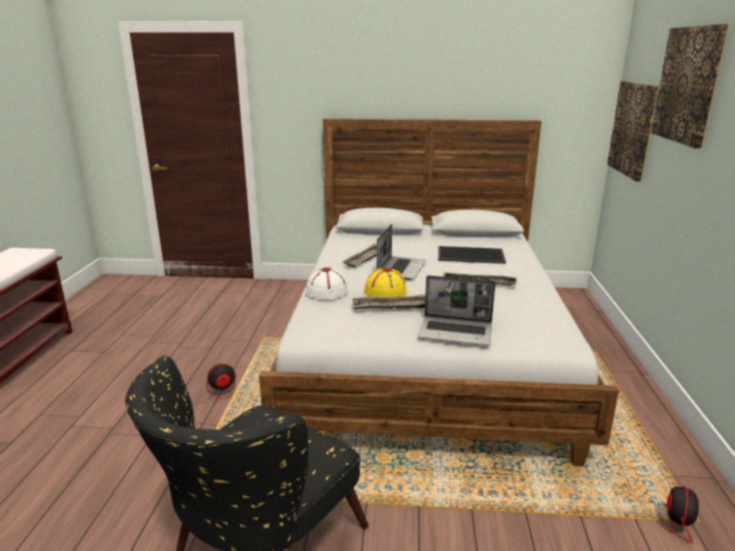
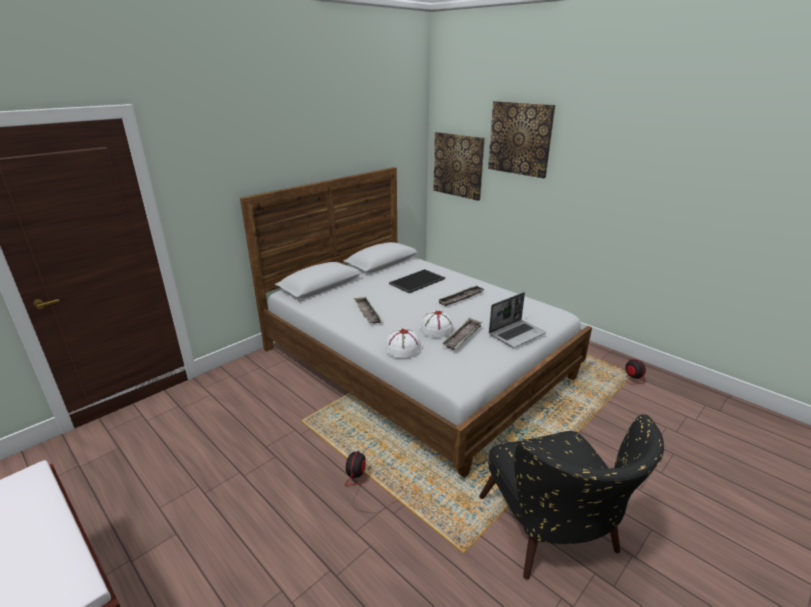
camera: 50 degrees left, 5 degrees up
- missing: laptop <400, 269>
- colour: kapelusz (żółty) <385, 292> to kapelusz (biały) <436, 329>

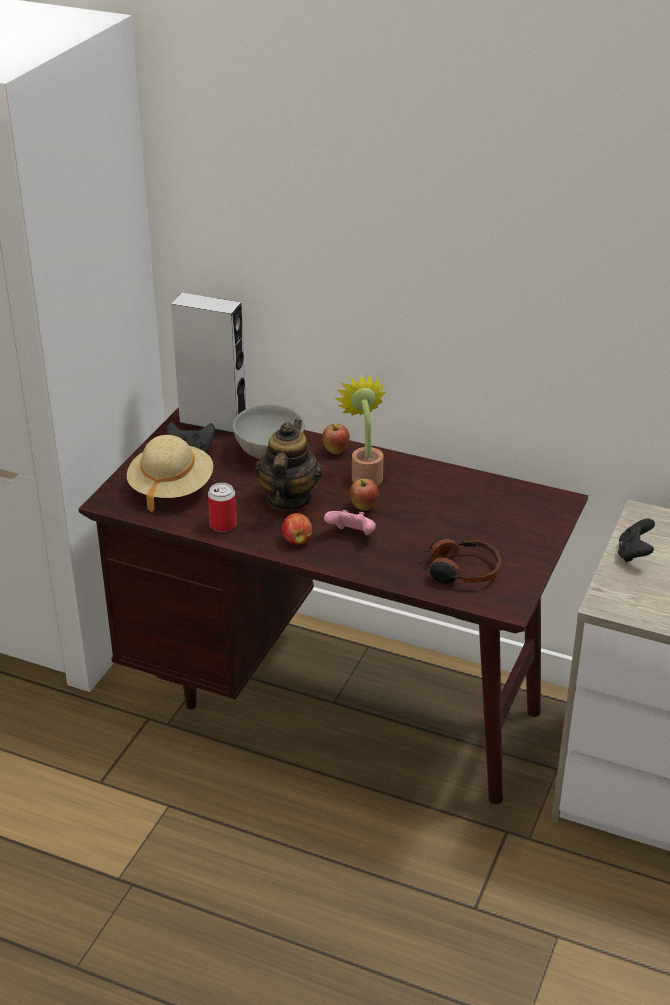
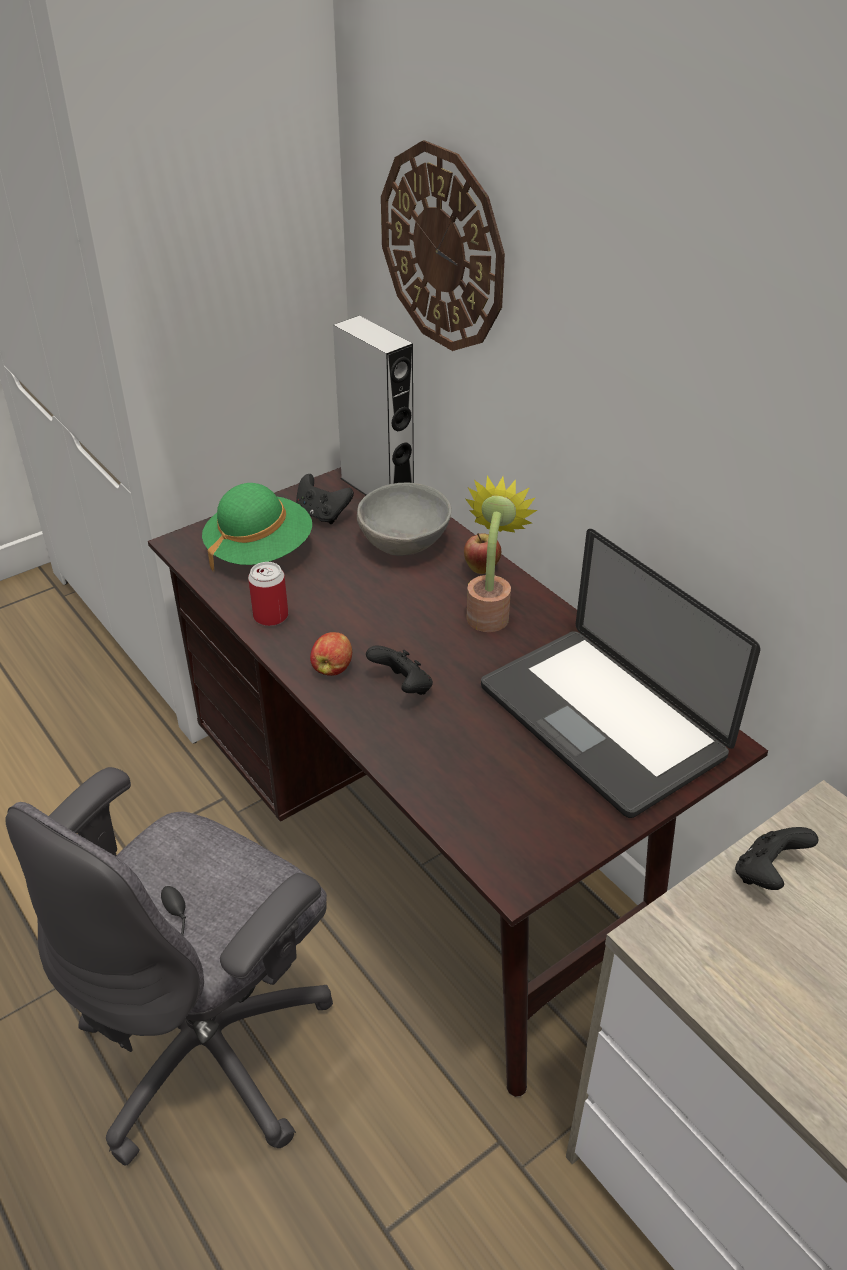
camera: 30 degrees right, 5 degrees up
- missing: imbryk <288, 499>
- missing: jabłko <363, 507>
- missing: słuchawki <461, 570>
- appeared: krzesło biurowe (szary) <212, 1046>
- appeared: zegar ścienny <442, 249>
- appeared: laptop <600, 721>
- colour: kapelusz (beżowy) <171, 488> to kapelusz (zielony) <259, 551>
- colour: pad do gier (różowy) <352, 535> to pad do gier (czarny) <403, 687>

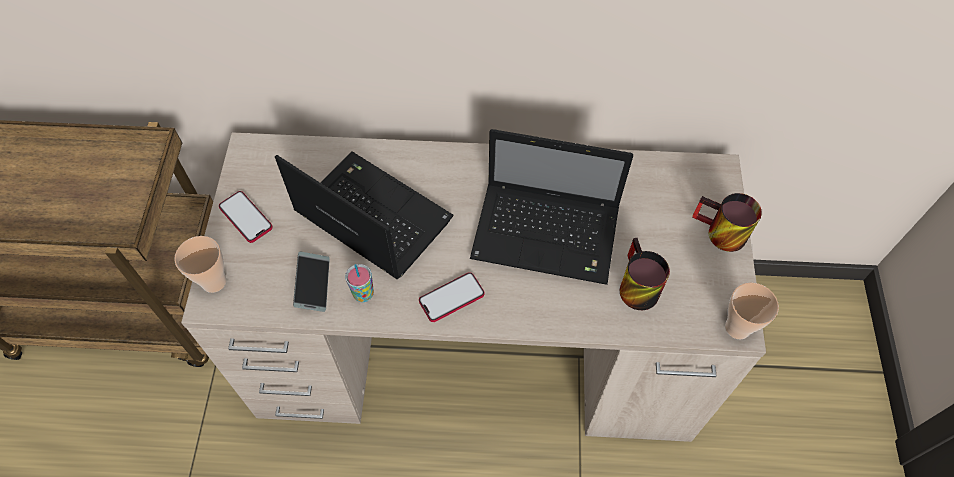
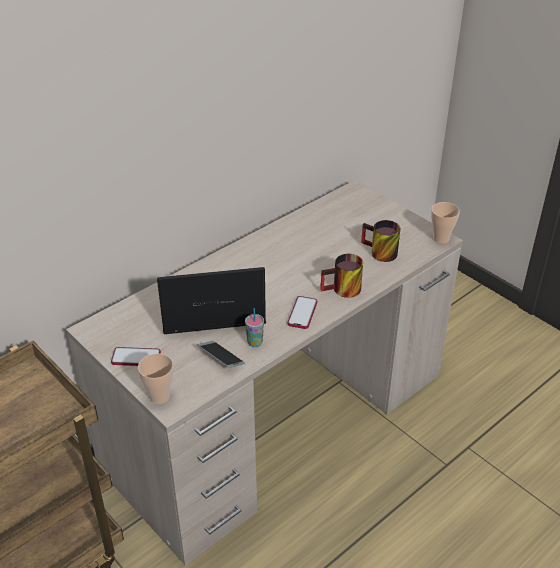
camera: 45 degrees left, 20 degrees down
- missing: laptop <549, 234>
- relocated: kubek <719, 234> to <343, 291>

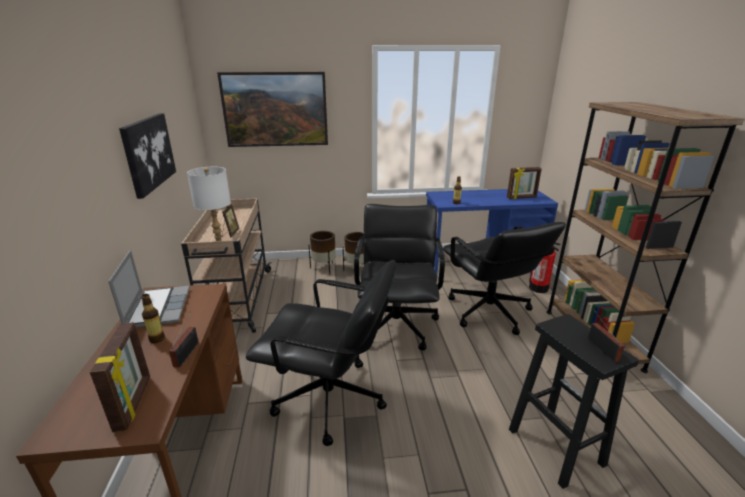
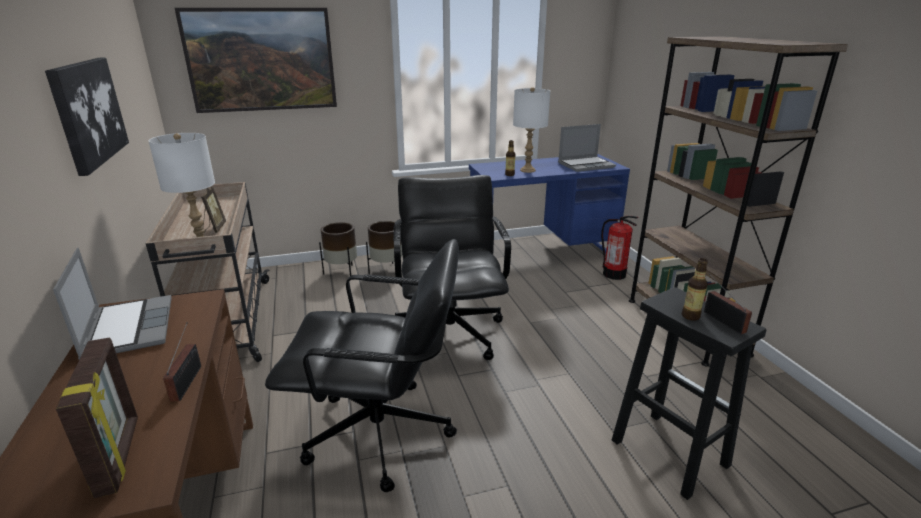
camera: 10 degrees left, 0 degrees up
- missing: krzesło biurowe (czarny) <489, 312>
- appeared: lampa stołowa (biały) <527, 170>
- relocated: butelka <157, 339> to <690, 316>
- exchanged: ramka na zdjęcie <521, 198> to laptop <586, 165>

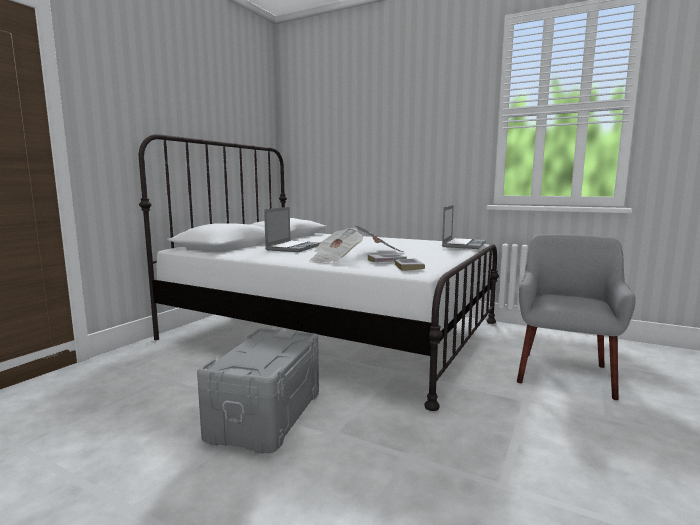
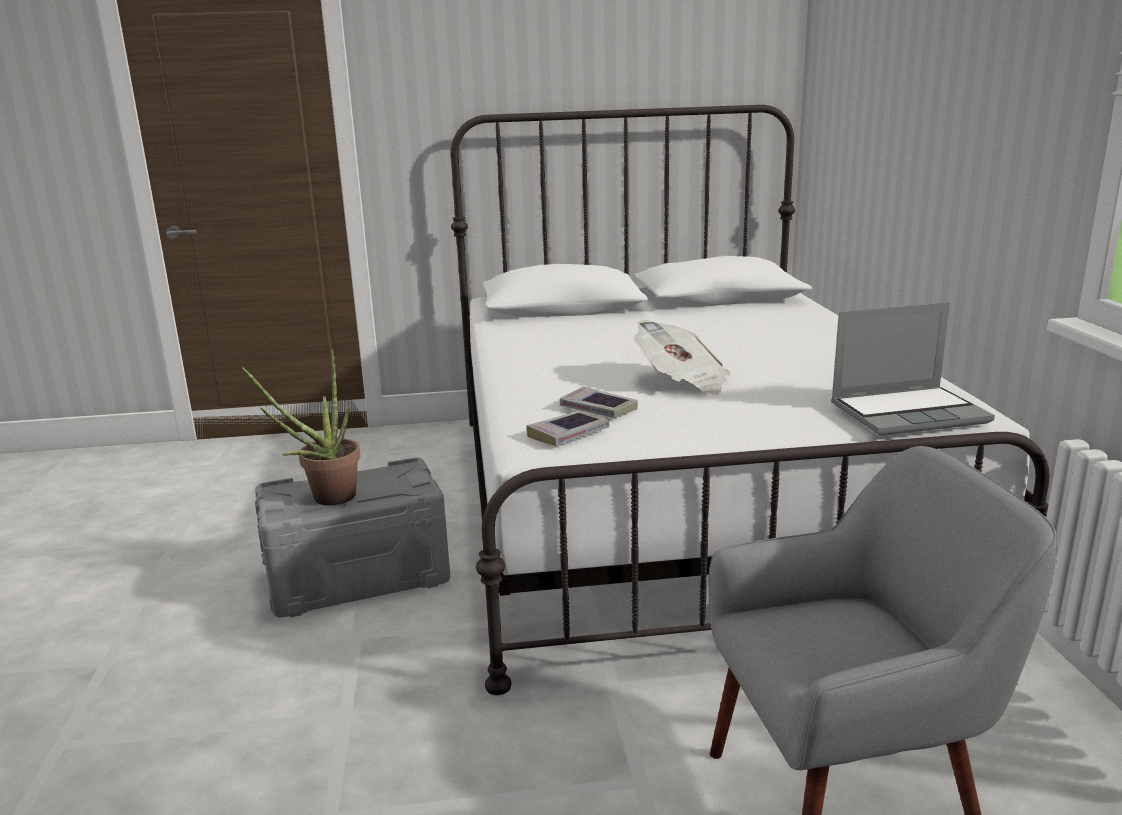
camera: 55 degrees right, 10 degrees up
- missing: laptop <293, 247>
- missing: gazeta <335, 260>
- appeared: roślina doniczkowa <325, 499>

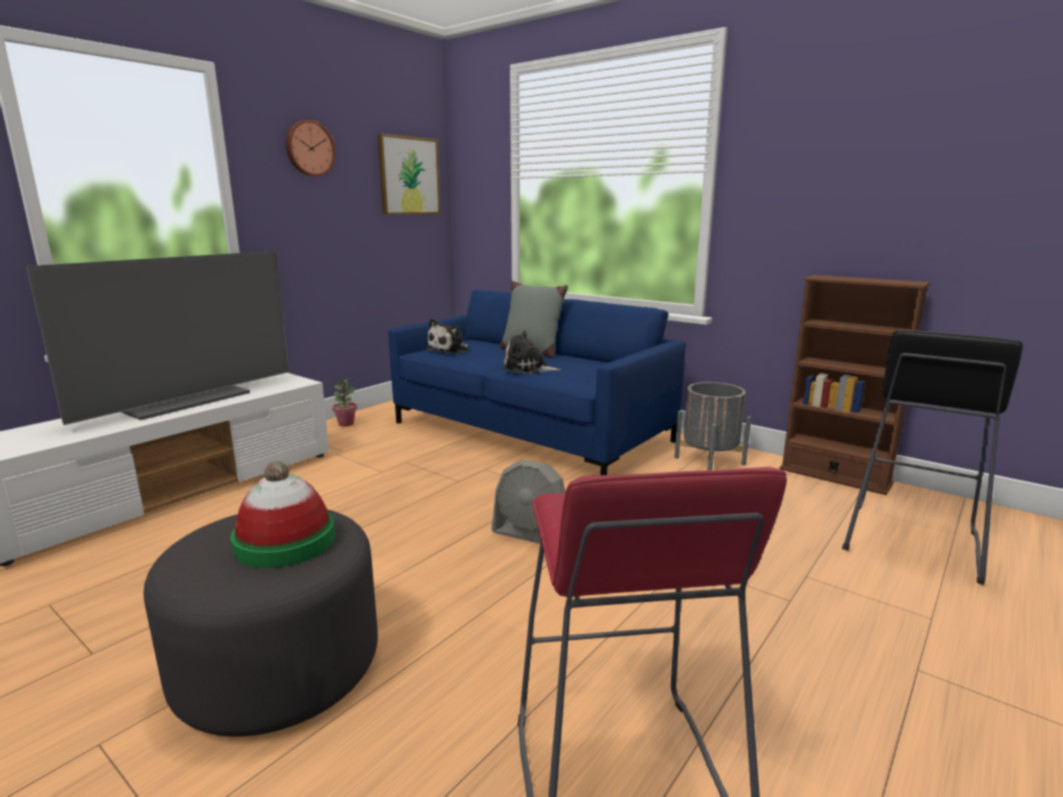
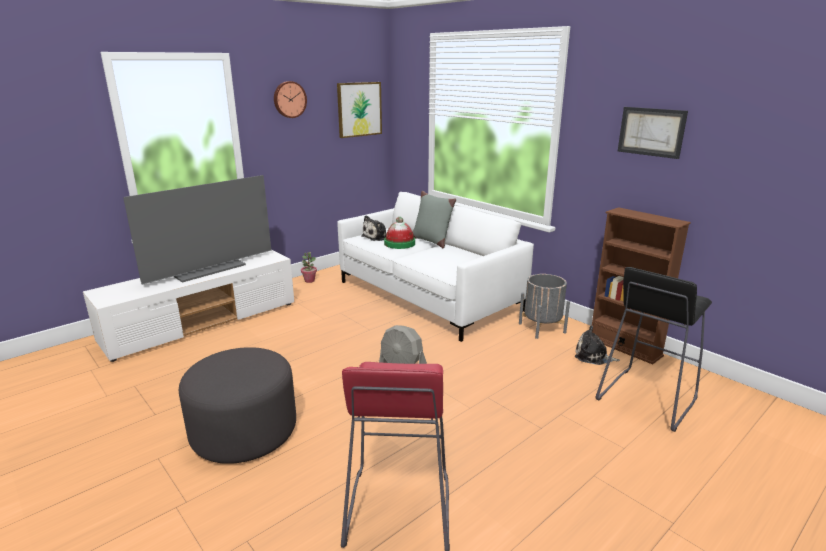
camera: 10 degrees right, 5 degrees up
- appeared: obraz <651, 132>
- relocated: kapelusz <285, 541> to <399, 243>
- relocated: pluszak <528, 369> to <593, 356>
- colour: kanapa (niebieski) <529, 432> to kanapa (biały) <427, 296>

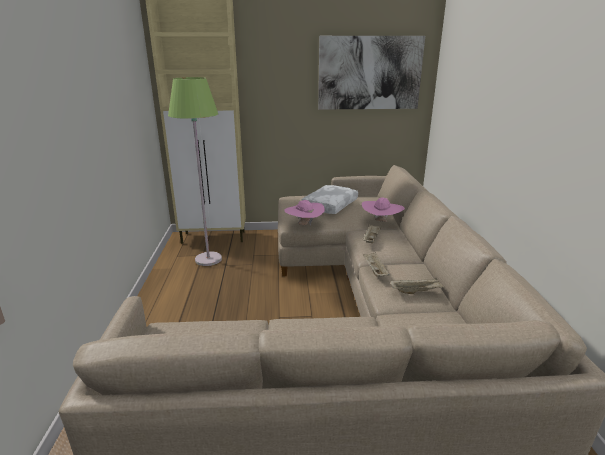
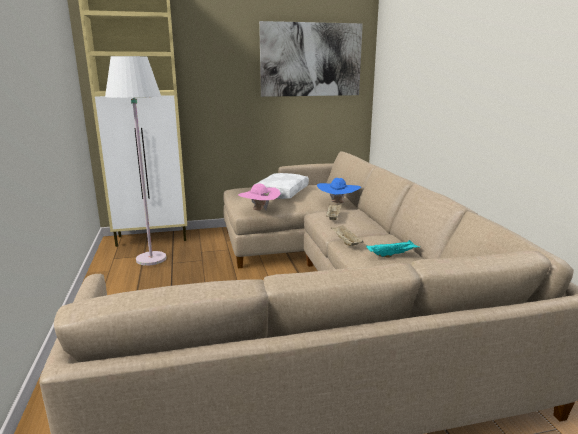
camera: 10 degrees left, 5 degrees down
- colour: lampa stojąca (zielony) <208, 259> to lampa stojąca (biały) <151, 259>
- colour: kapelusz (różowy) <381, 222> to kapelusz (niebieski) <338, 203>
- colour: taca (beżowy) <416, 291> to taca (turkusowy) <392, 255>

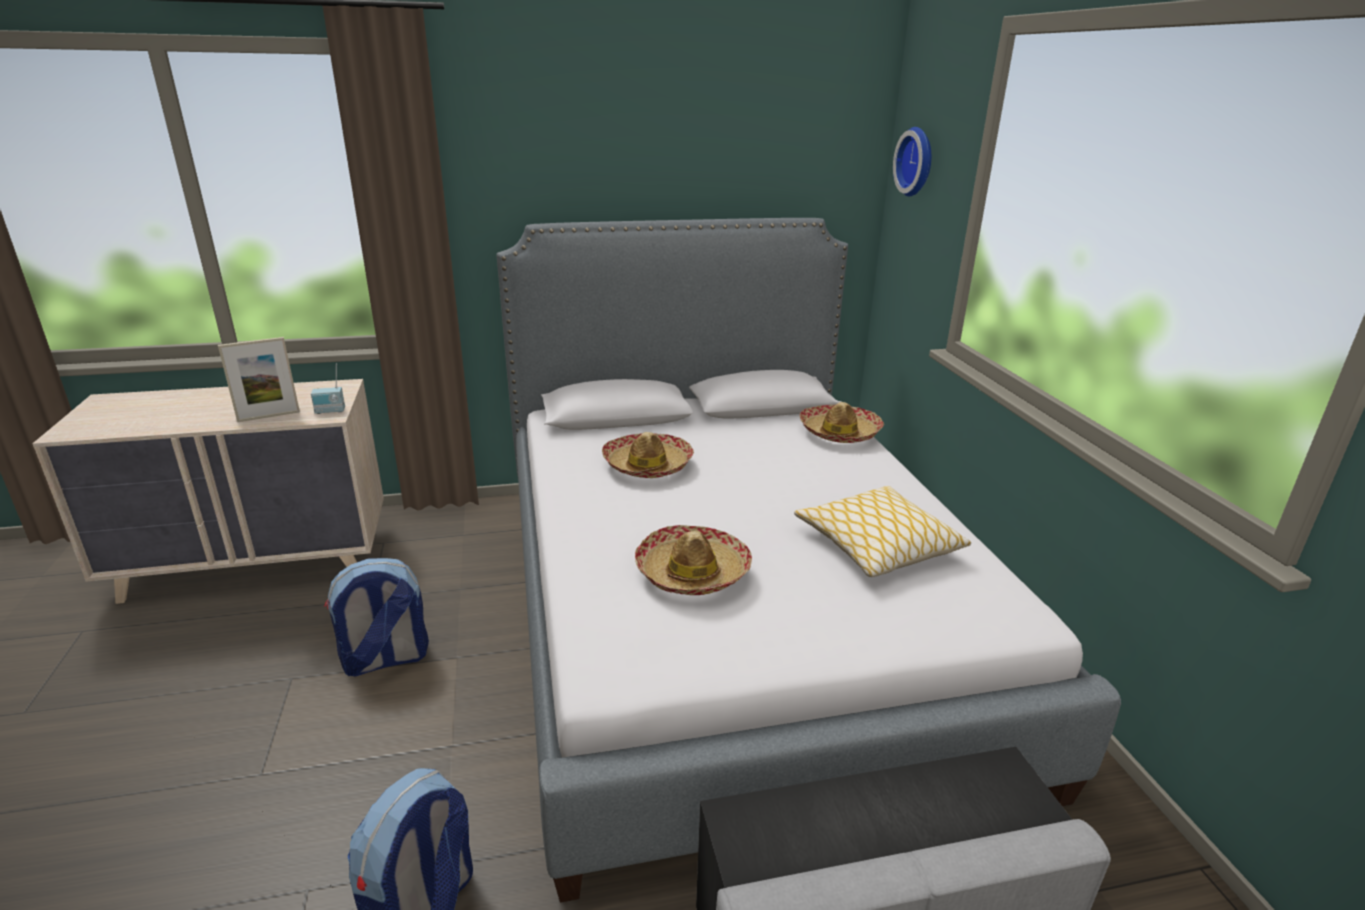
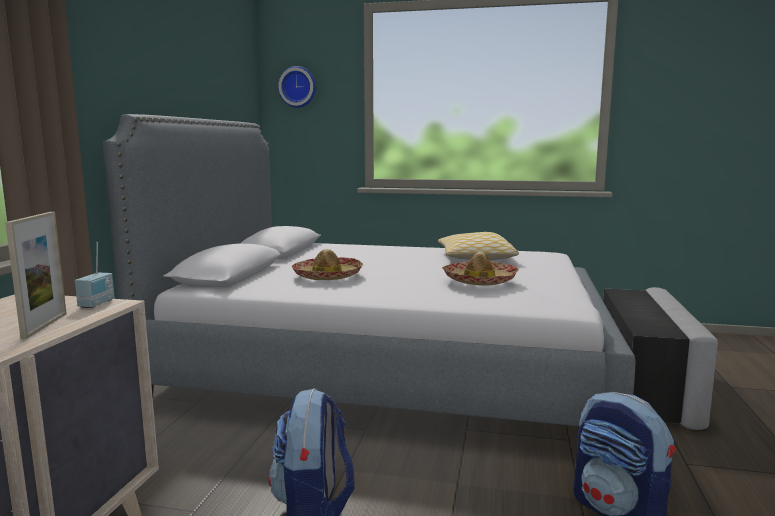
camera: 65 degrees left, 15 degrees down
- missing: kapelusz <840, 432>

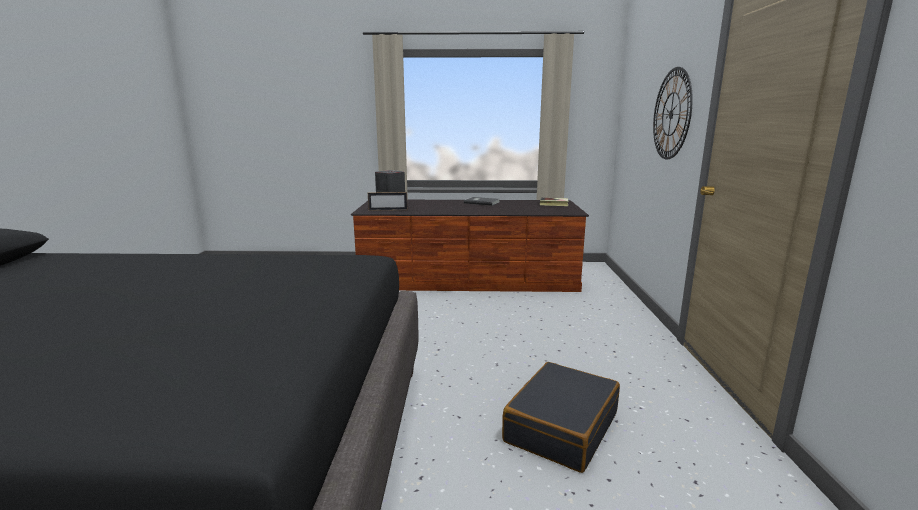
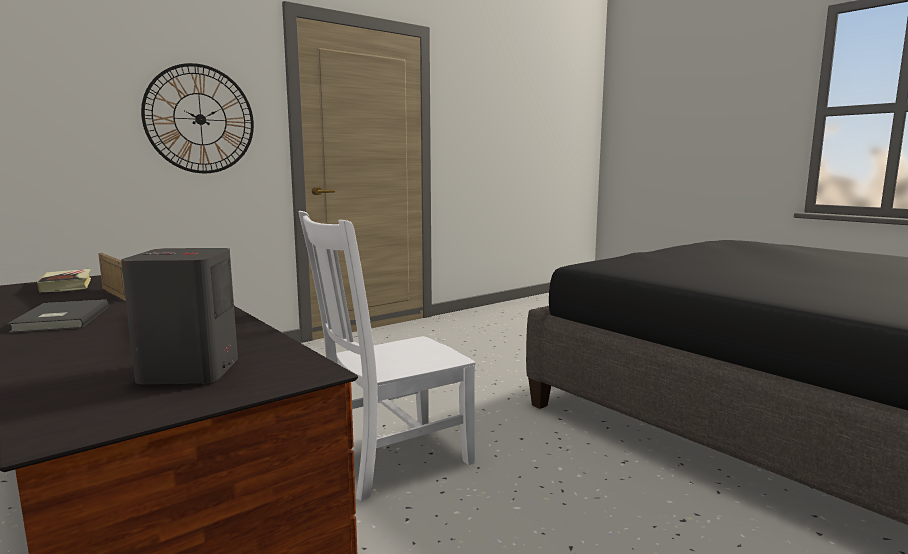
camera: 130 degrees left, 5 degrees down
- missing: walizka (czarny) <560, 427>
- appeared: krzesło (biały) <390, 459>
- relocated: ramka na zdjęcie <388, 210> to <115, 294>

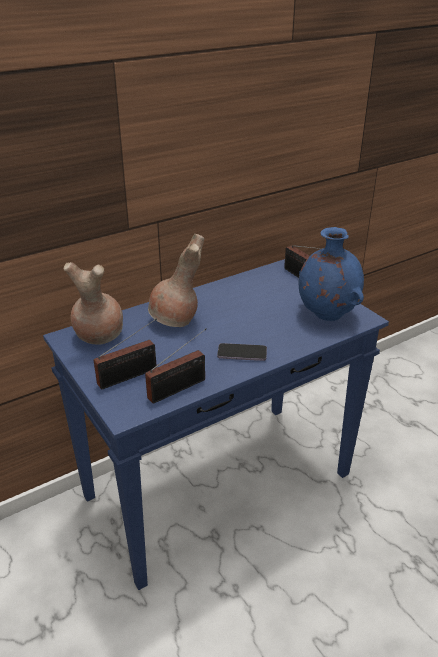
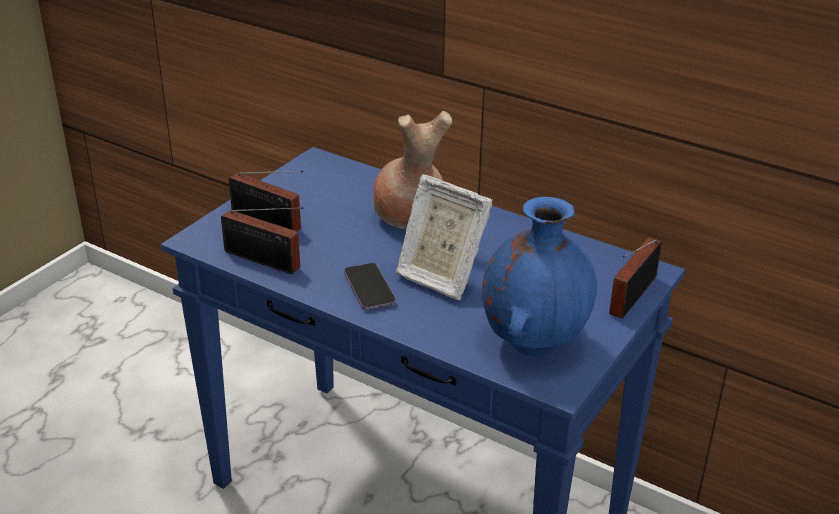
camera: 65 degrees right, 0 degrees up
- missing: wazon (brązowy) <97, 336>
- appeared: ramka na zdjęcie <439, 277>

